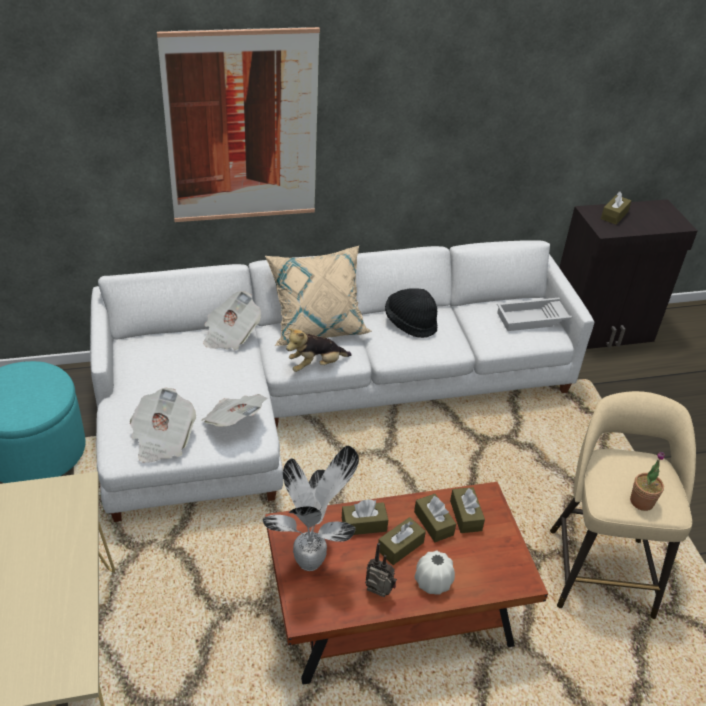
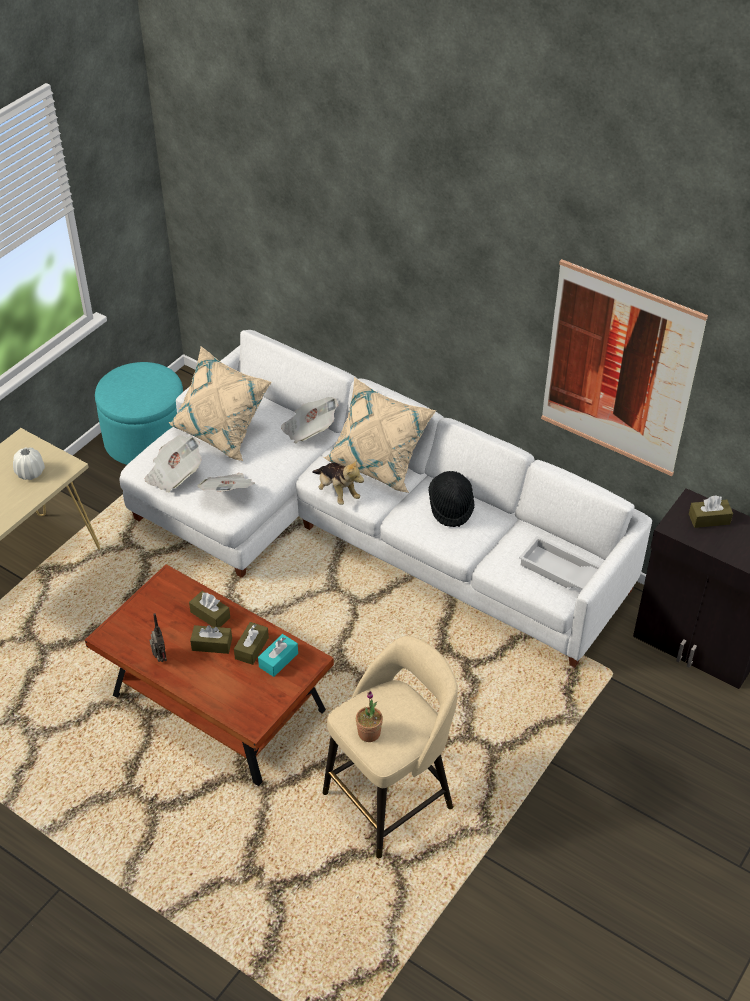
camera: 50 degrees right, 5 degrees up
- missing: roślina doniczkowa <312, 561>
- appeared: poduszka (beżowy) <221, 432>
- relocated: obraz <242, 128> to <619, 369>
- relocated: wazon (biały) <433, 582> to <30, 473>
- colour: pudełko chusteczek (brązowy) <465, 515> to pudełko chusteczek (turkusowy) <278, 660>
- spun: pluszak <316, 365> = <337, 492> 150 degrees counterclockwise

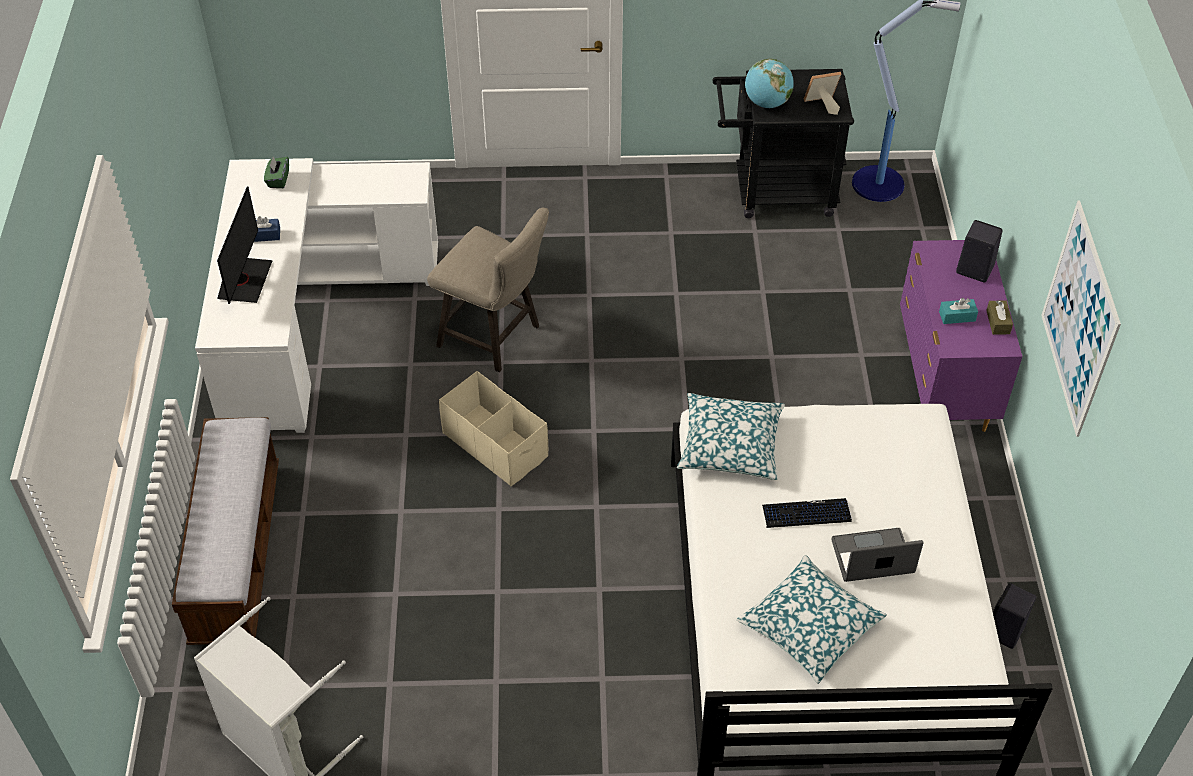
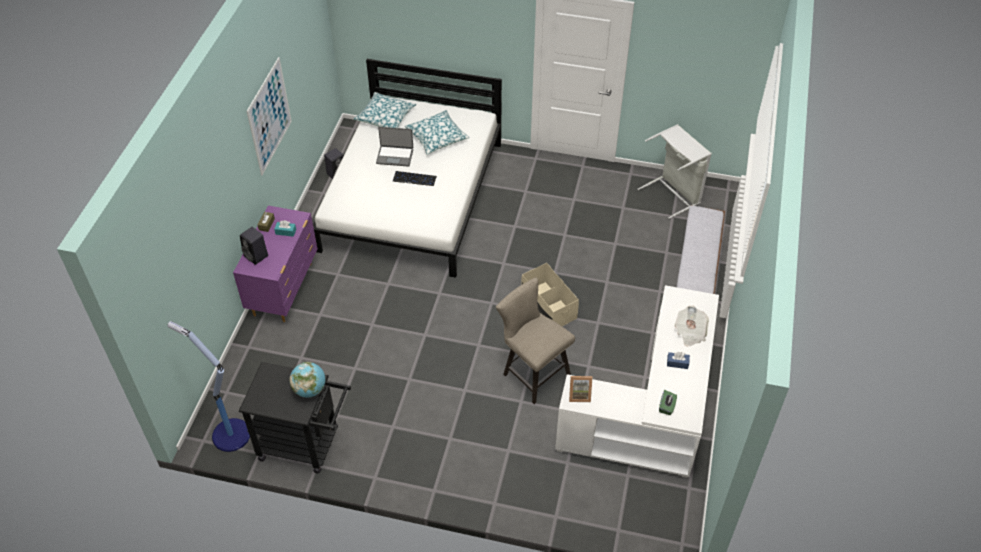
camera: 165 degrees left, 0 degrees up
- relocated: poduszka <730, 445> to <385, 117>
- relocated: ramka na zdjęcie <821, 105> to <579, 395>
- exchanged: monitor <244, 280> to gazeta <690, 332>

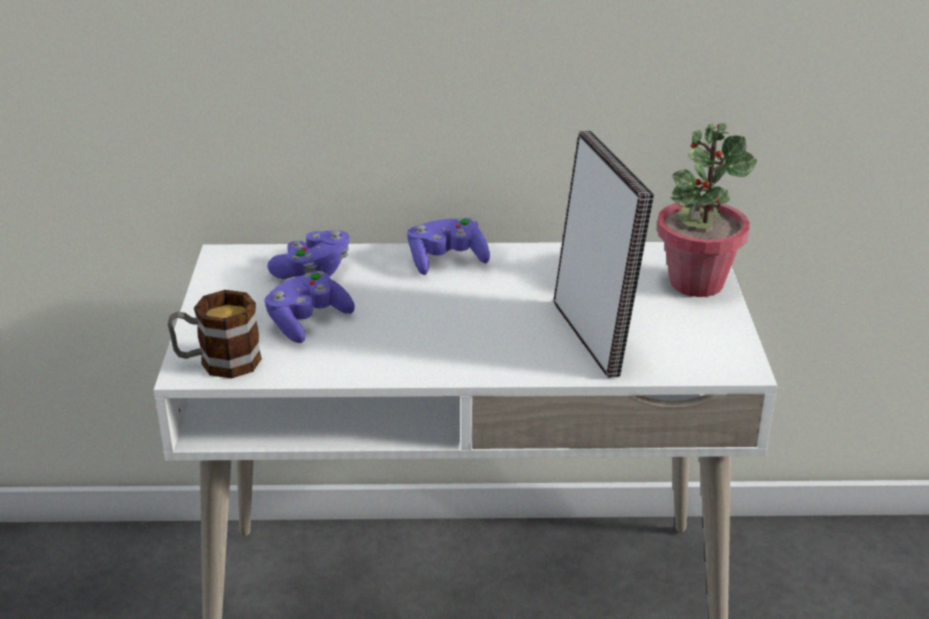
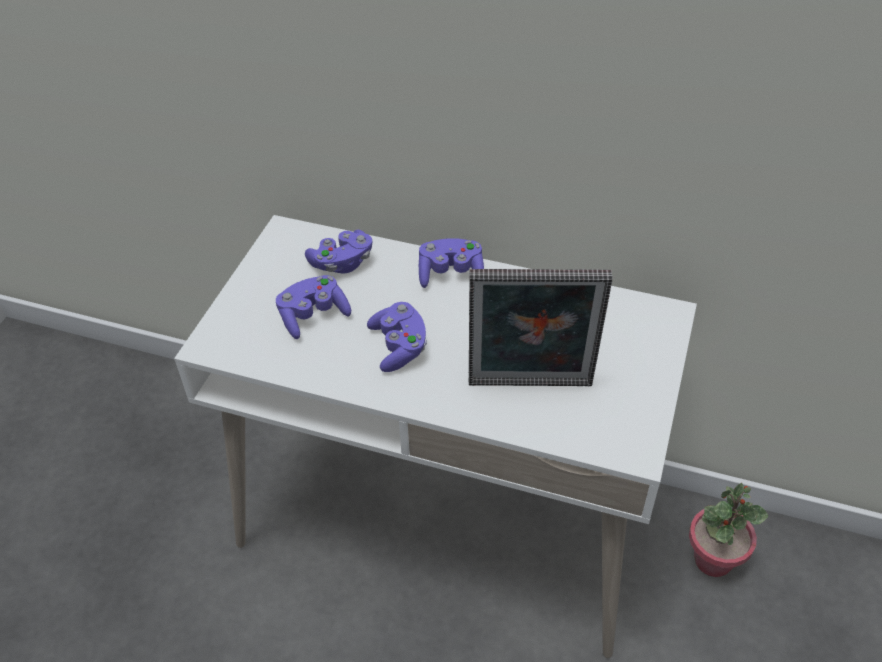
camera: 20 degrees right, 15 degrees up
- missing: kubek <217, 362>
- appeared: pad do gier (fioletowy) <399, 347>
- relocated: roślina doniczkowa <696, 283> to <713, 559>
- spun: ramka na zdjęcie <594, 337> = <530, 388> 90 degrees clockwise

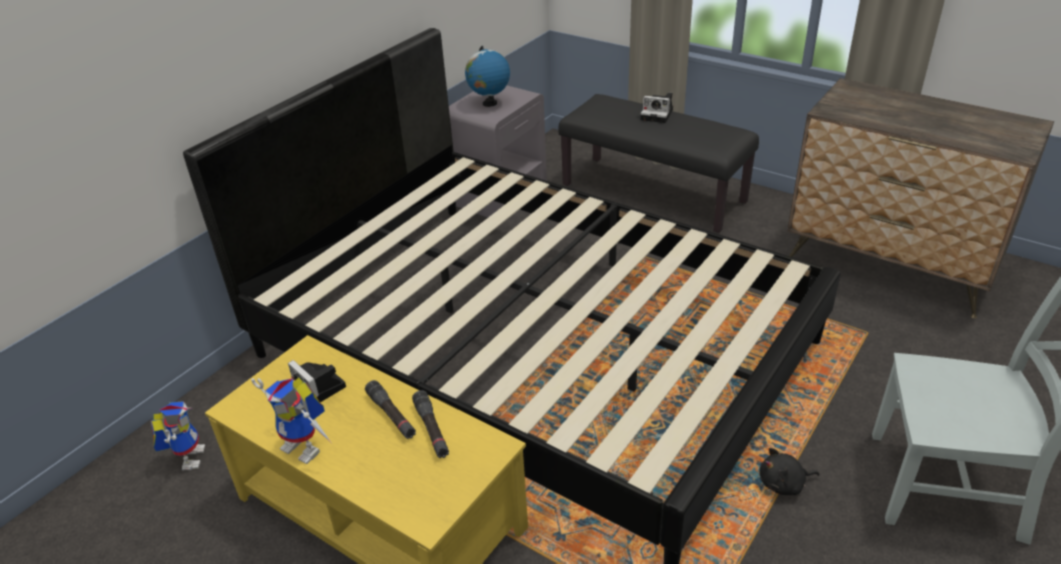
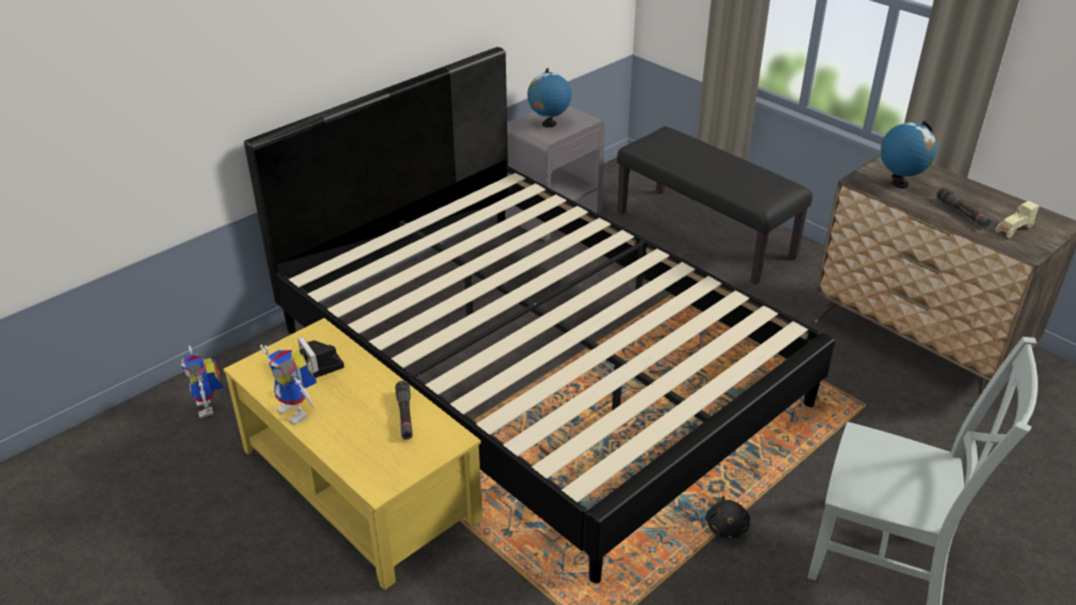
camera: 10 degrees right, 0 degrees up
- missing: aparat fotograficzny <658, 114>
- appeared: globus <899, 183>
- appeared: samochodzik (beżowy) <1014, 230>
- relocated: latarka (czarny) <391, 415> to <962, 213>
- spun: robot zabawkowy <189, 456> = <210, 408> 150 degrees clockwise
- spun: pluszak (czarny) <784, 484> = <726, 526> 90 degrees counterclockwise

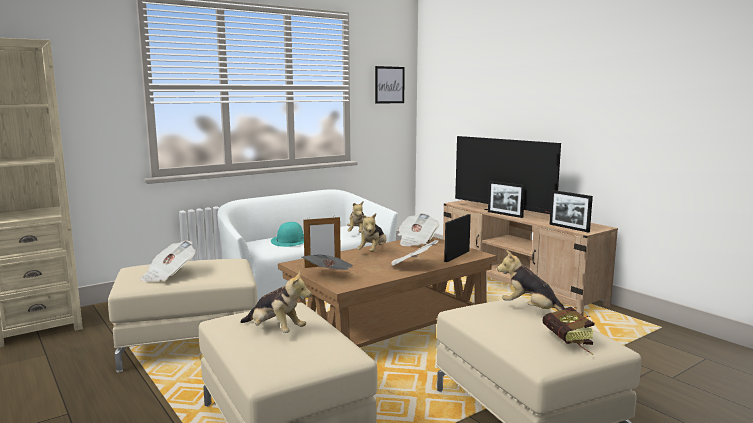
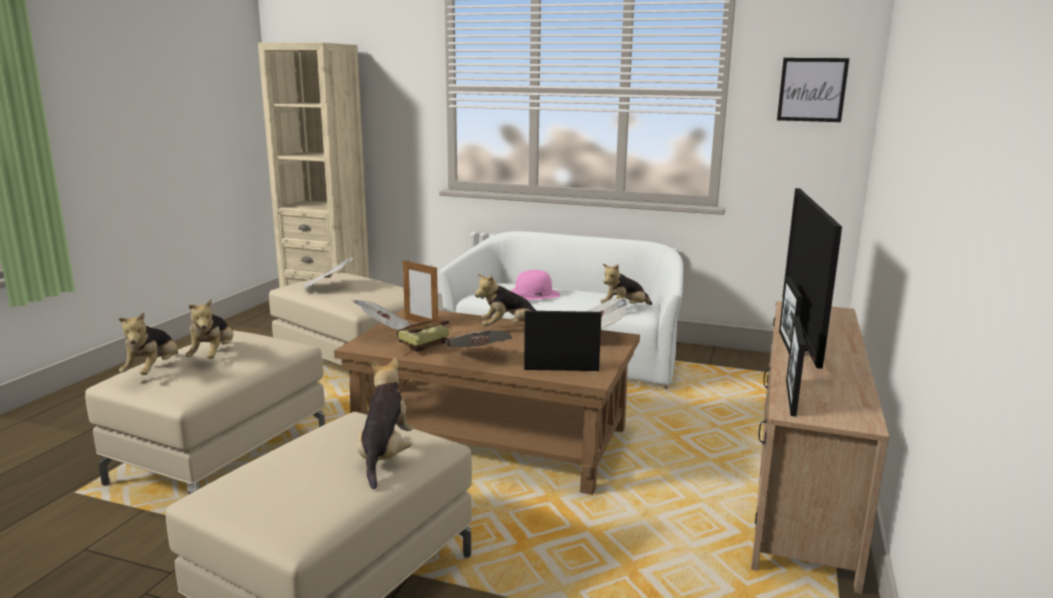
camera: 55 degrees right, 5 degrees up
- appeared: pluszak <154, 371>
- relocated: książka <569, 343> to <419, 348>
- colour: kapelusz (turkusowy) <290, 241> to kapelusz (różowy) <533, 294>

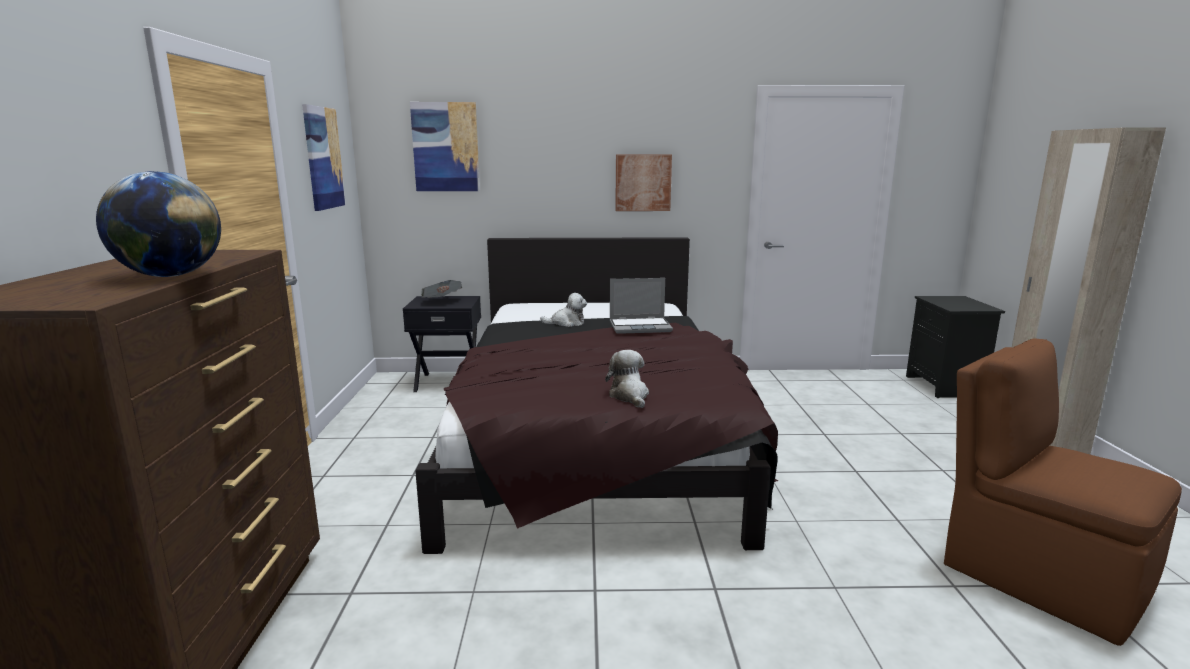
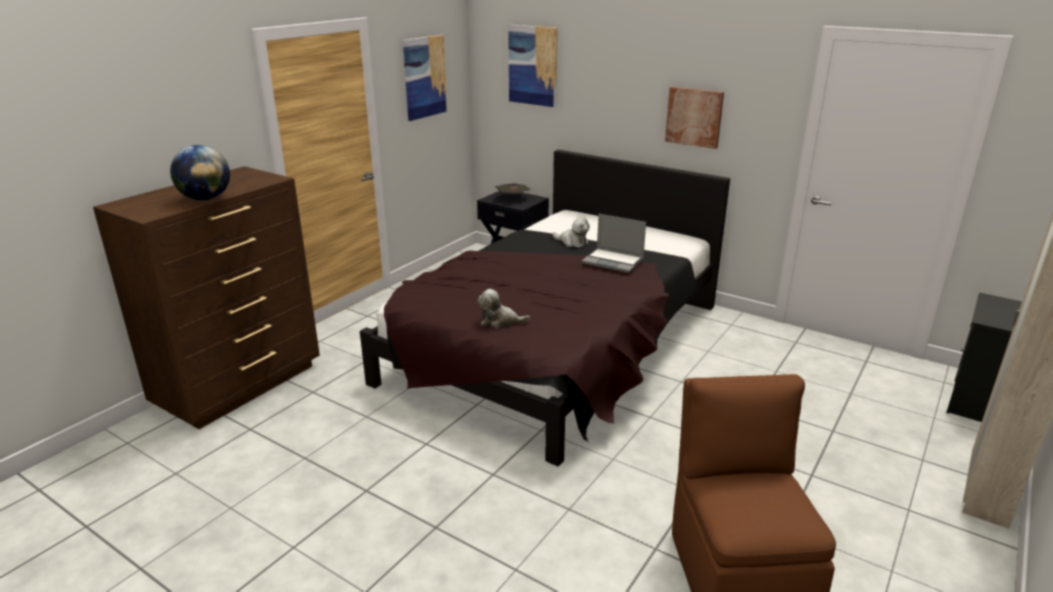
camera: 35 degrees right, 10 degrees up
- spun: pluszak <629, 396> = <500, 321> 105 degrees counterclockwise

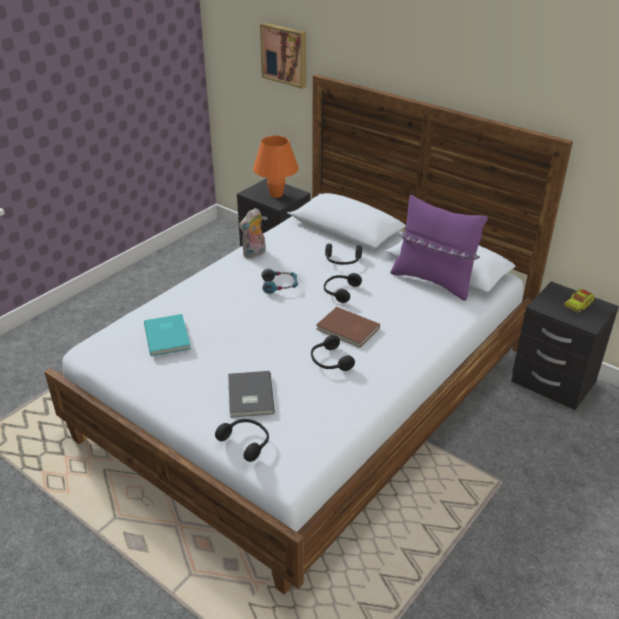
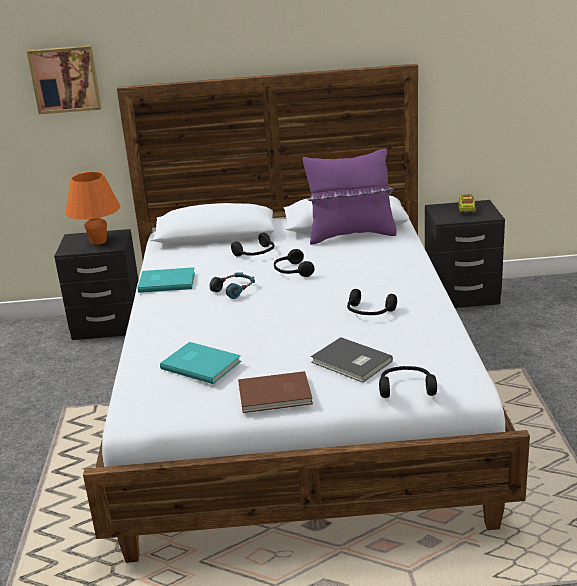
camera: 40 degrees left, 10 degrees down
- relocated: książka (brązowy) <347, 329> to <276, 395>
- exchanged: pluszak <254, 254> to książka (turkusowy) <166, 281>

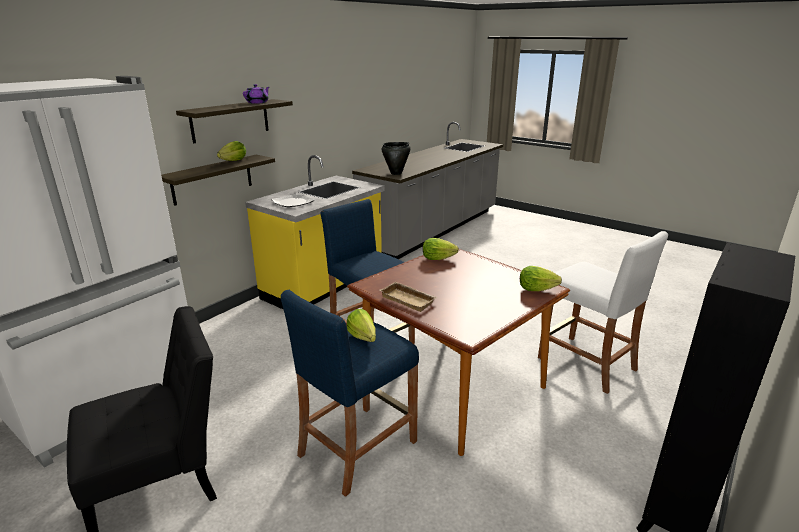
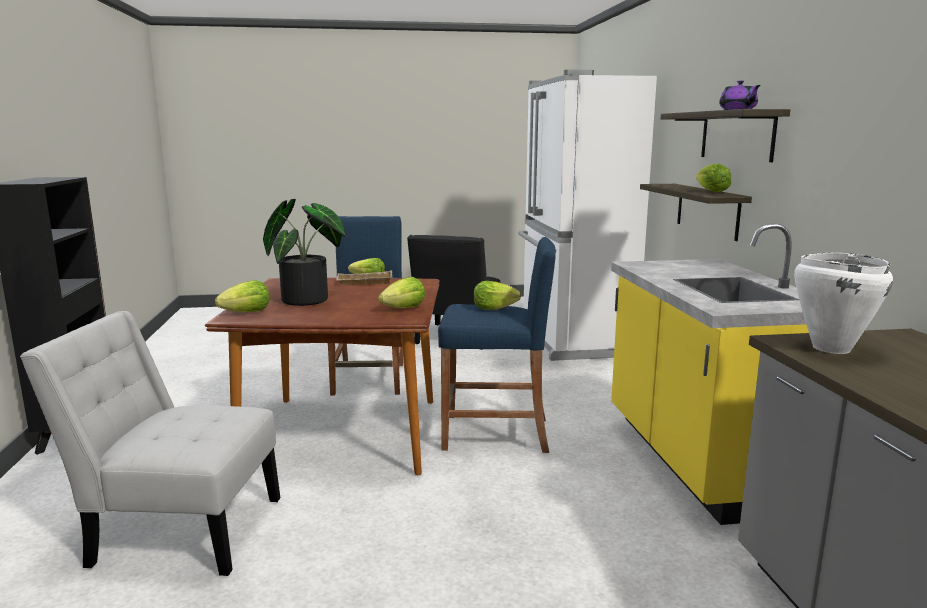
camera: 135 degrees right, 10 degrees down
- missing: talerz <293, 202>
- appeared: roślina doniczkowa <310, 299>
- appeared: sałata <493, 309>
- exchanged: stołek (biały) <586, 363> to krzesło (biały) <179, 529>
- colour: garnek (czarny) <396, 173> to garnek (biały) <830, 348>

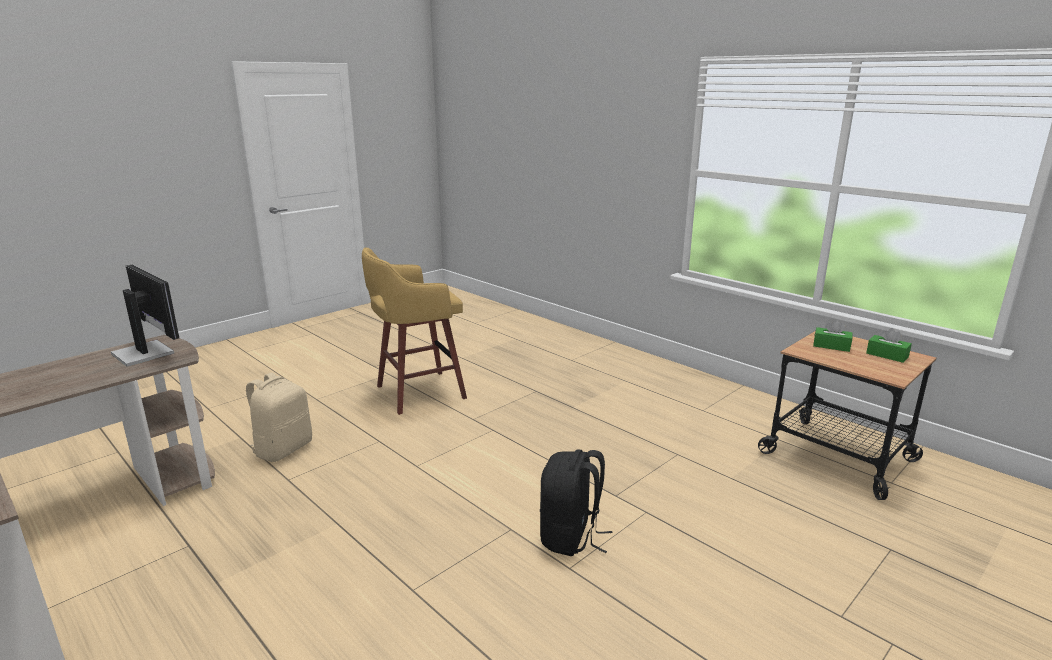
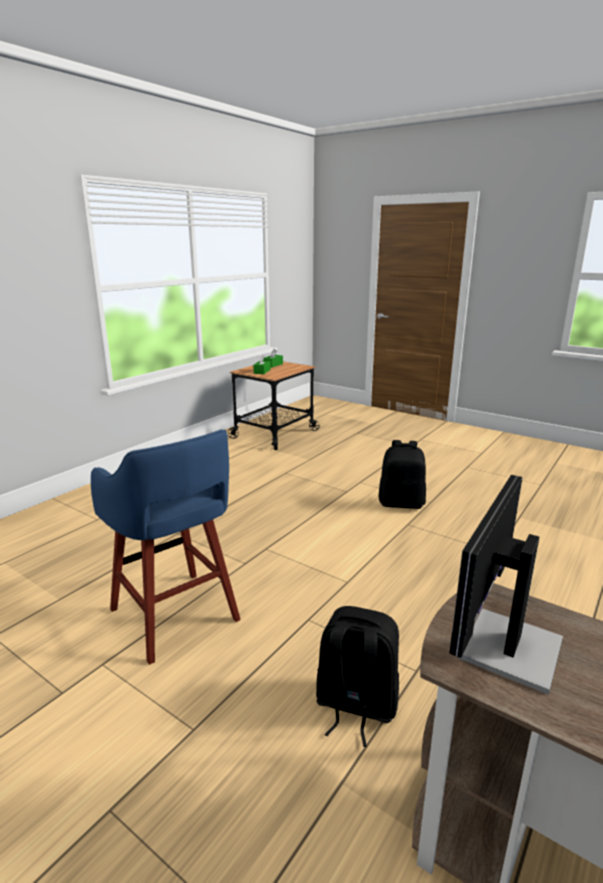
camera: 100 degrees left, 0 degrees up
- colour: plecak (beżowy) <283, 449> to plecak (czarny) <355, 706>
- colour: stołek (żółty) <417, 393> to stołek (niebieski) <176, 617>

